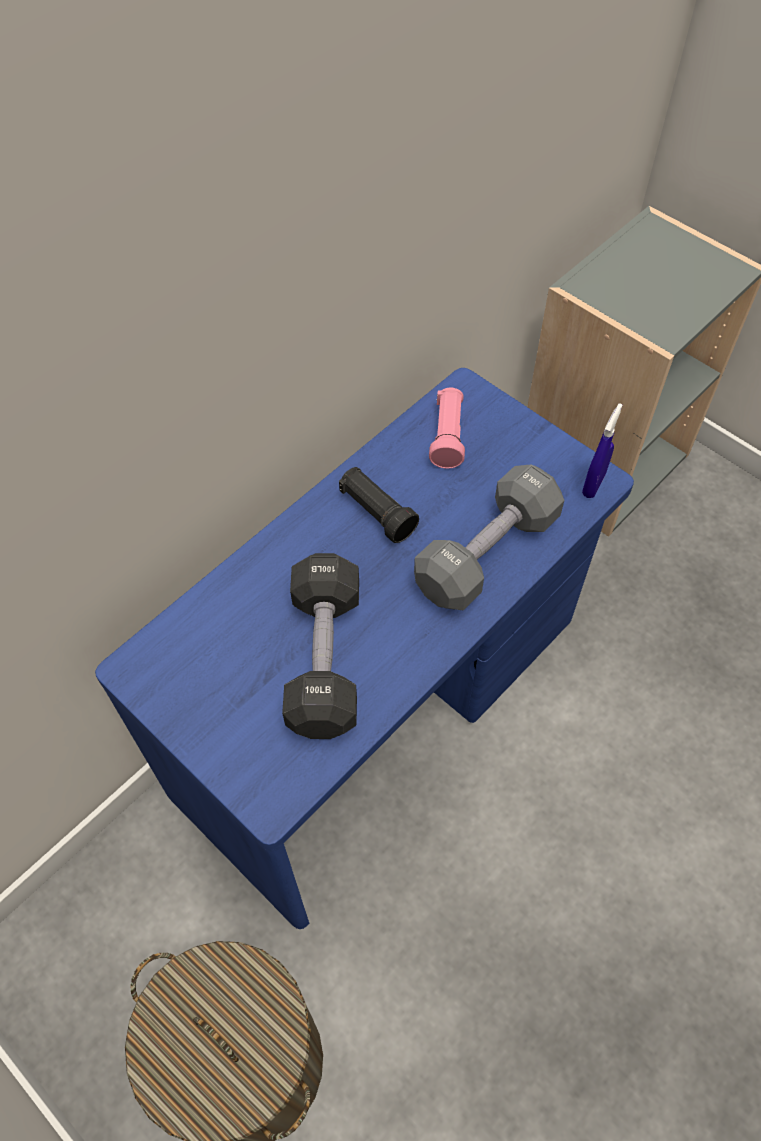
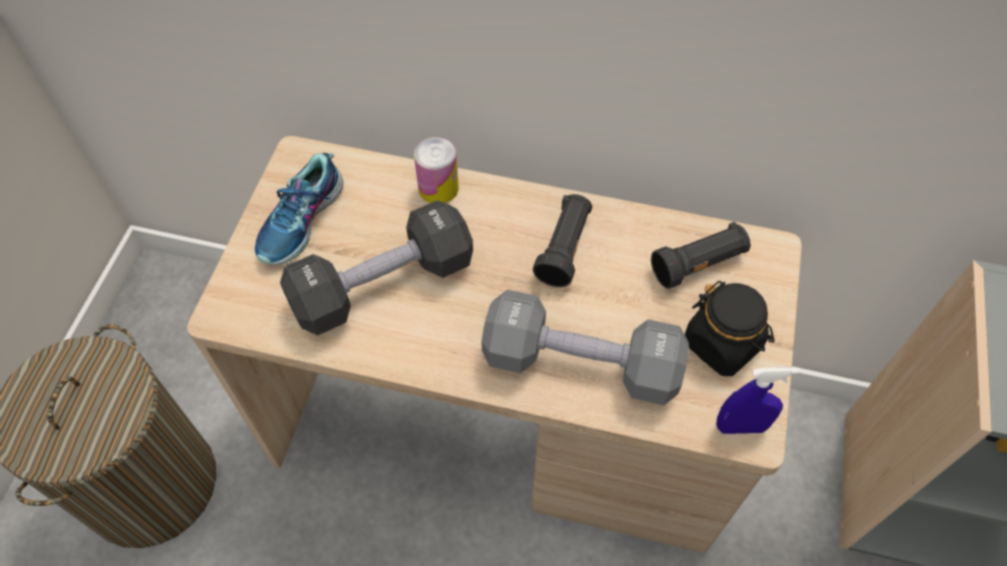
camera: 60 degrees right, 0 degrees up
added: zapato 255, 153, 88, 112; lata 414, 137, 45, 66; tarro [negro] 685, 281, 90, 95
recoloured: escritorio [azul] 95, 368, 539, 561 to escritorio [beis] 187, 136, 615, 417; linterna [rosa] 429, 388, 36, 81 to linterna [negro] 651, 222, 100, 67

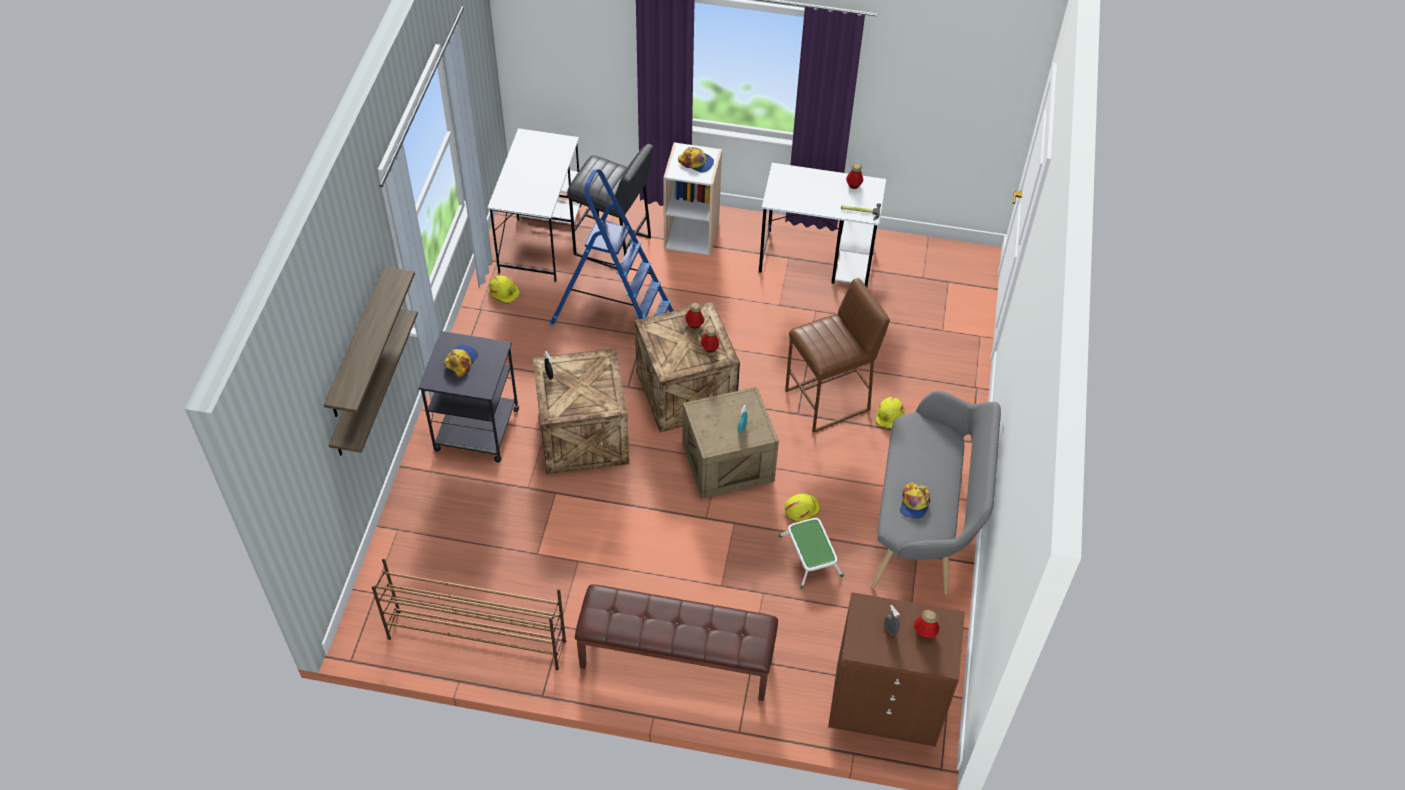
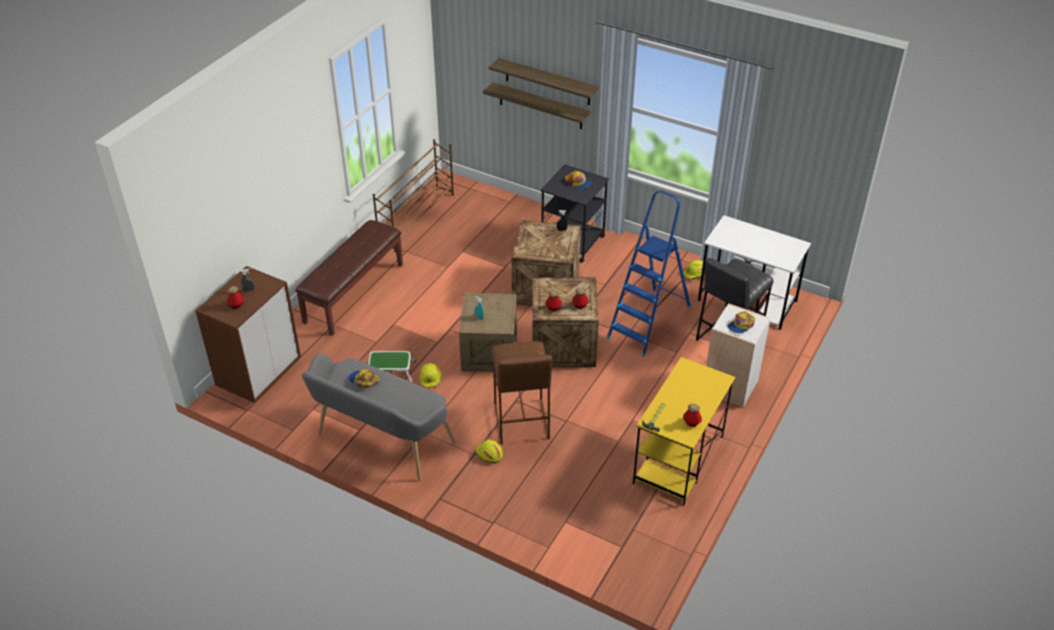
camera: 110 degrees right, 10 degrees down
recoloured: escritorio [blanco] 759, 163, 127, 124 to escritorio [amarillo] 633, 357, 102, 148

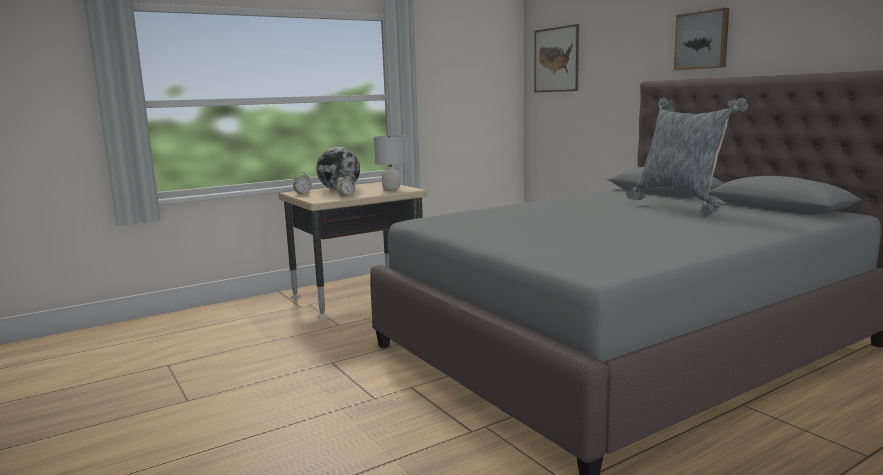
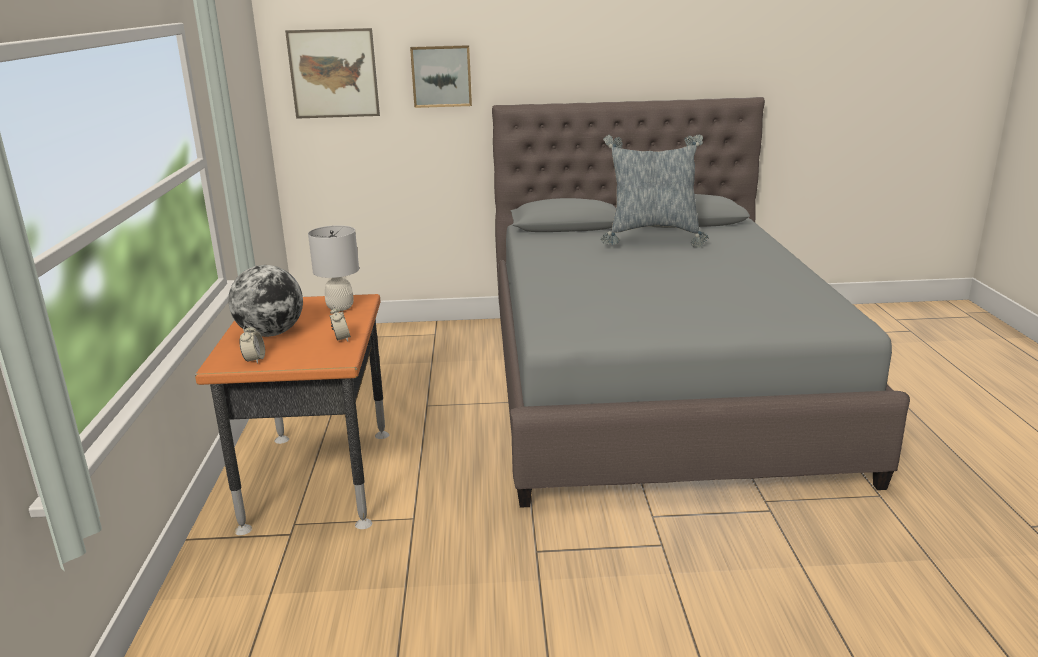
camera: 60 degrees left, 10 degrees up
moved: cuadro 674, 8, 55, 62 to 410, 45, 62, 63
recoloured: escritorio [beis] 278, 182, 149, 137 to escritorio [naranja] 195, 294, 194, 241

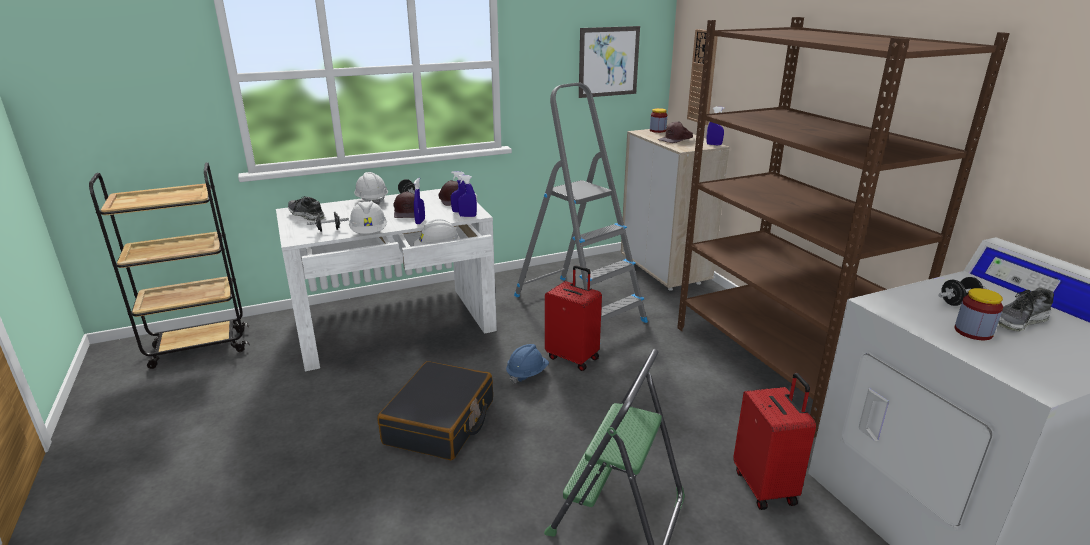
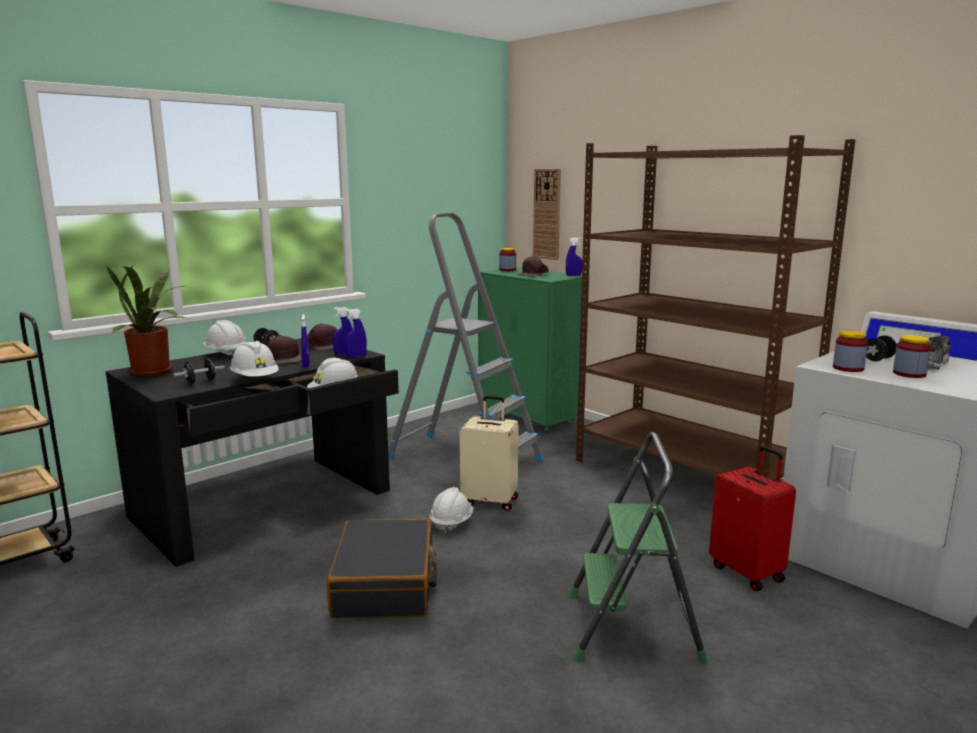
camera: 20 degrees left, 10 degrees down
removed: cuadro 579, 26, 61, 72
added: tarro 833, 330, 35, 42
replaced: zapato 288, 196, 37, 25 to planta en maceta 106, 264, 81, 113
recoloured: escritorio [blanco] 276, 189, 221, 183 to escritorio [negro] 105, 338, 294, 229; casco [azul] 506, 344, 43, 39 to casco [blanco] 430, 487, 44, 47; maleta [rojo] 545, 265, 57, 106 to maleta [beis] 460, 396, 58, 115; armario [beis] 621, 129, 109, 162 to armario [verde] 478, 267, 111, 164

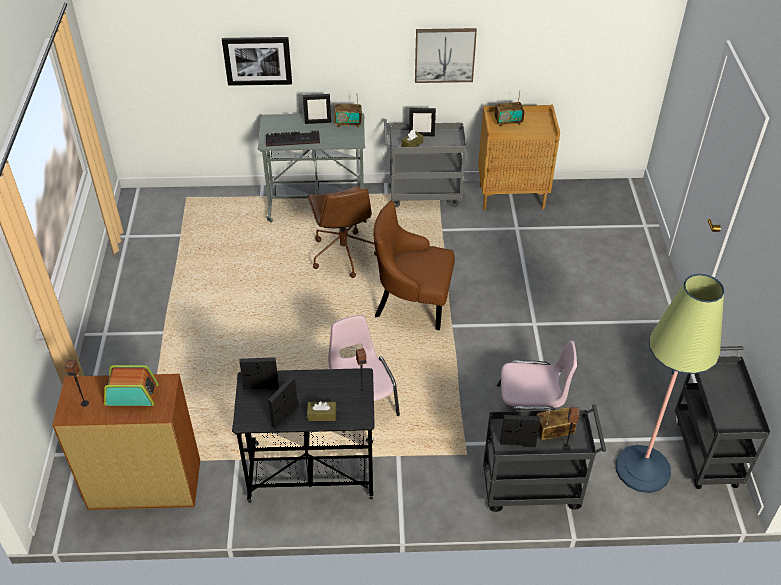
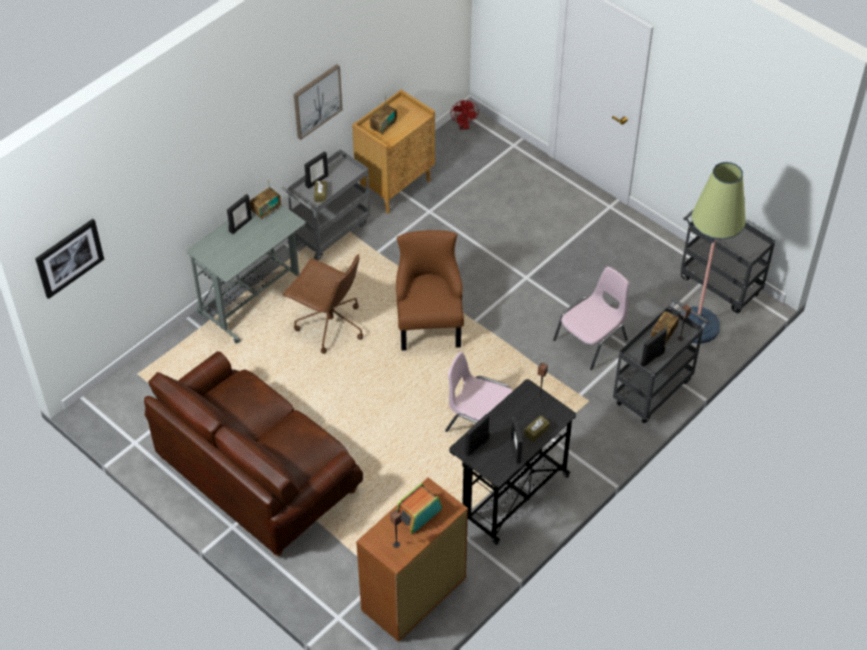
camera: 45 degrees left, 5 degrees up
removed: teclado 266, 131, 54, 16
added: sofá [marrón] 144, 351, 219, 205; ventilador [rojo] 451, 100, 28, 30
moved: cuadro 222, 37, 70, 49 to 35, 219, 69, 80
turned: silla [marrón] 373, 201, 82, 129 = 396, 230, 68, 121 120 degrees clockwise

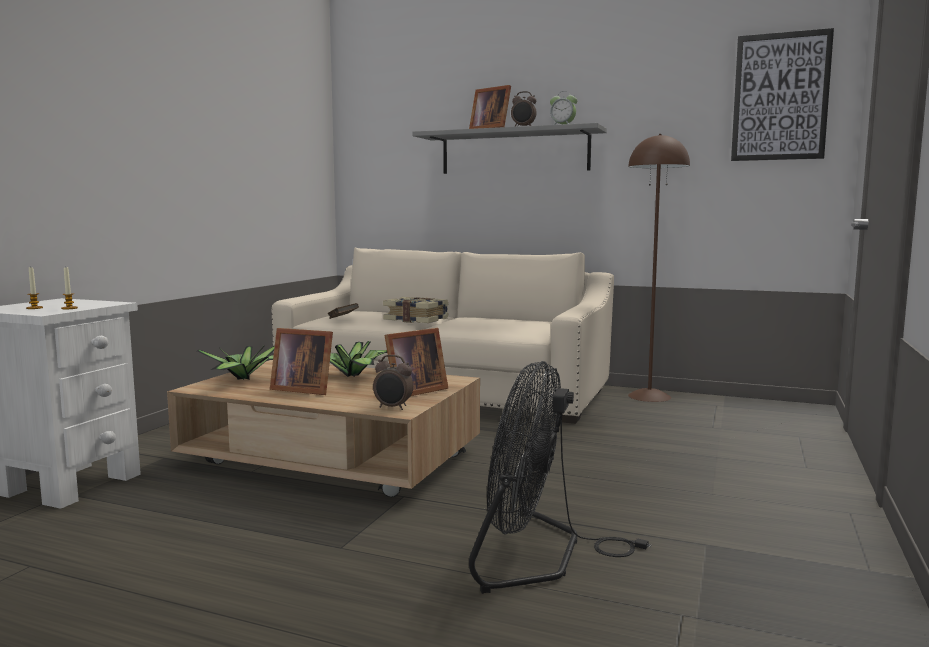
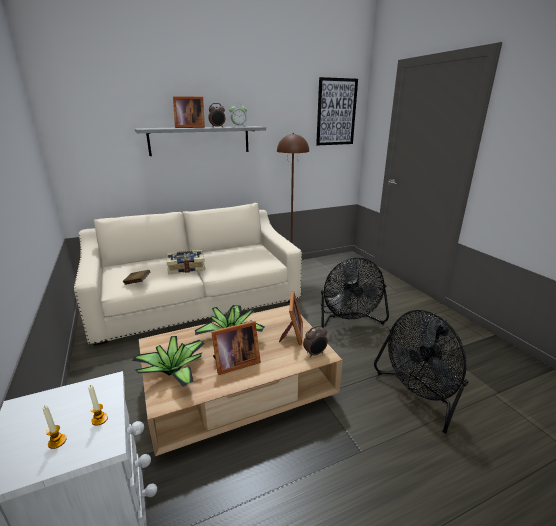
camera: 45 degrees left, 15 degrees up
added: ventilador [negro] 321, 257, 68, 71

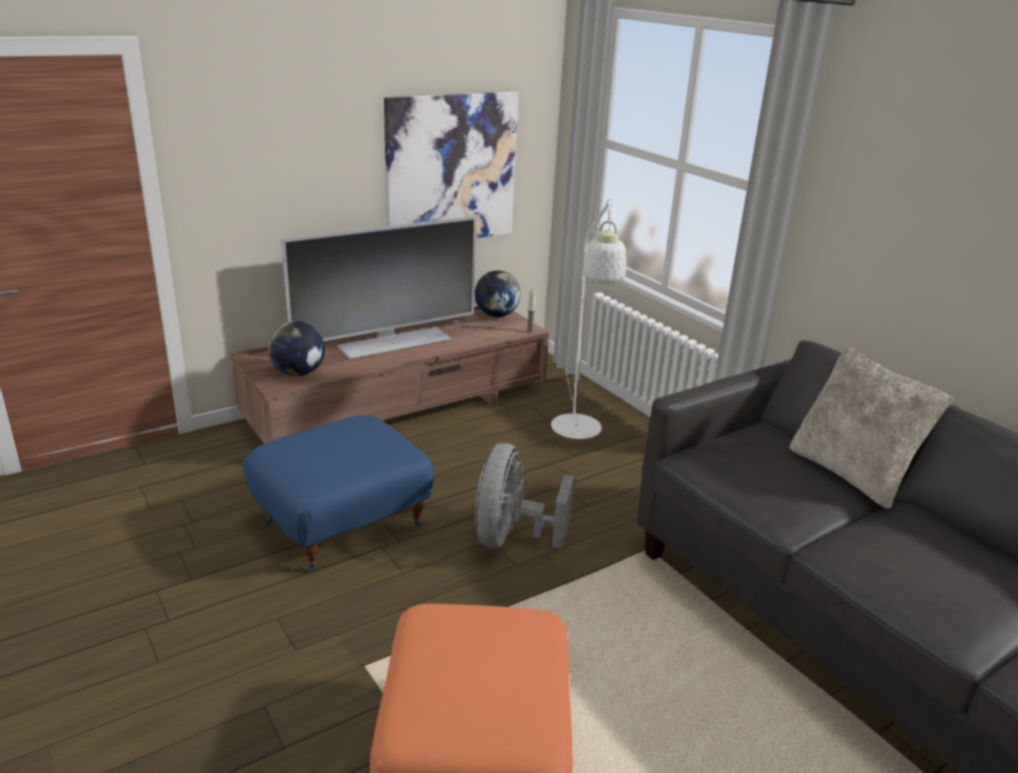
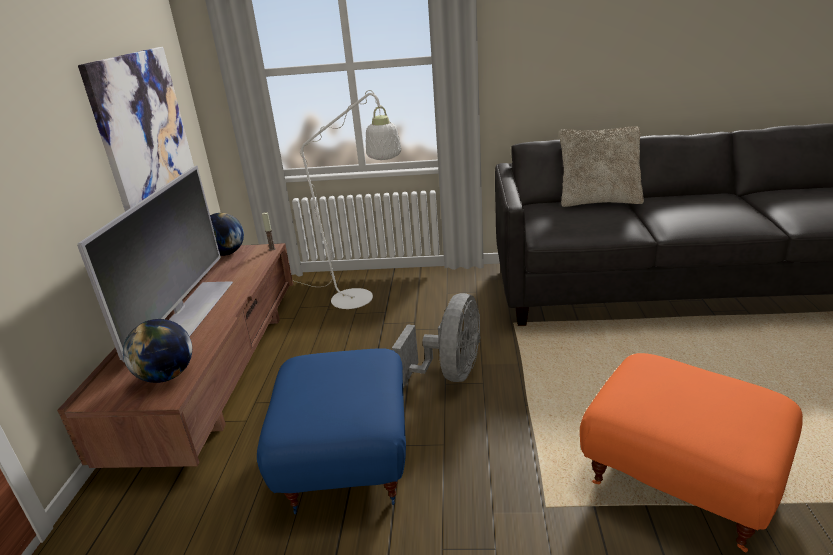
camera: 50 degrees left, 0 degrees up
turned: ventilador [gris] 475, 443, 99, 106 = 392, 293, 88, 94 120 degrees counterclockwise

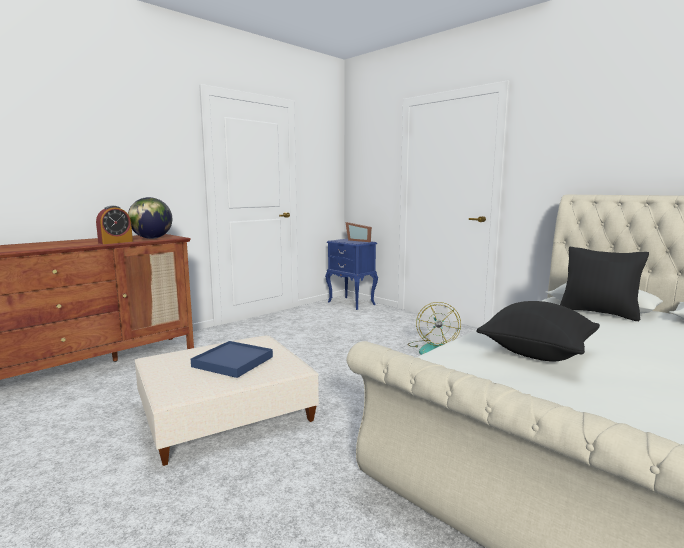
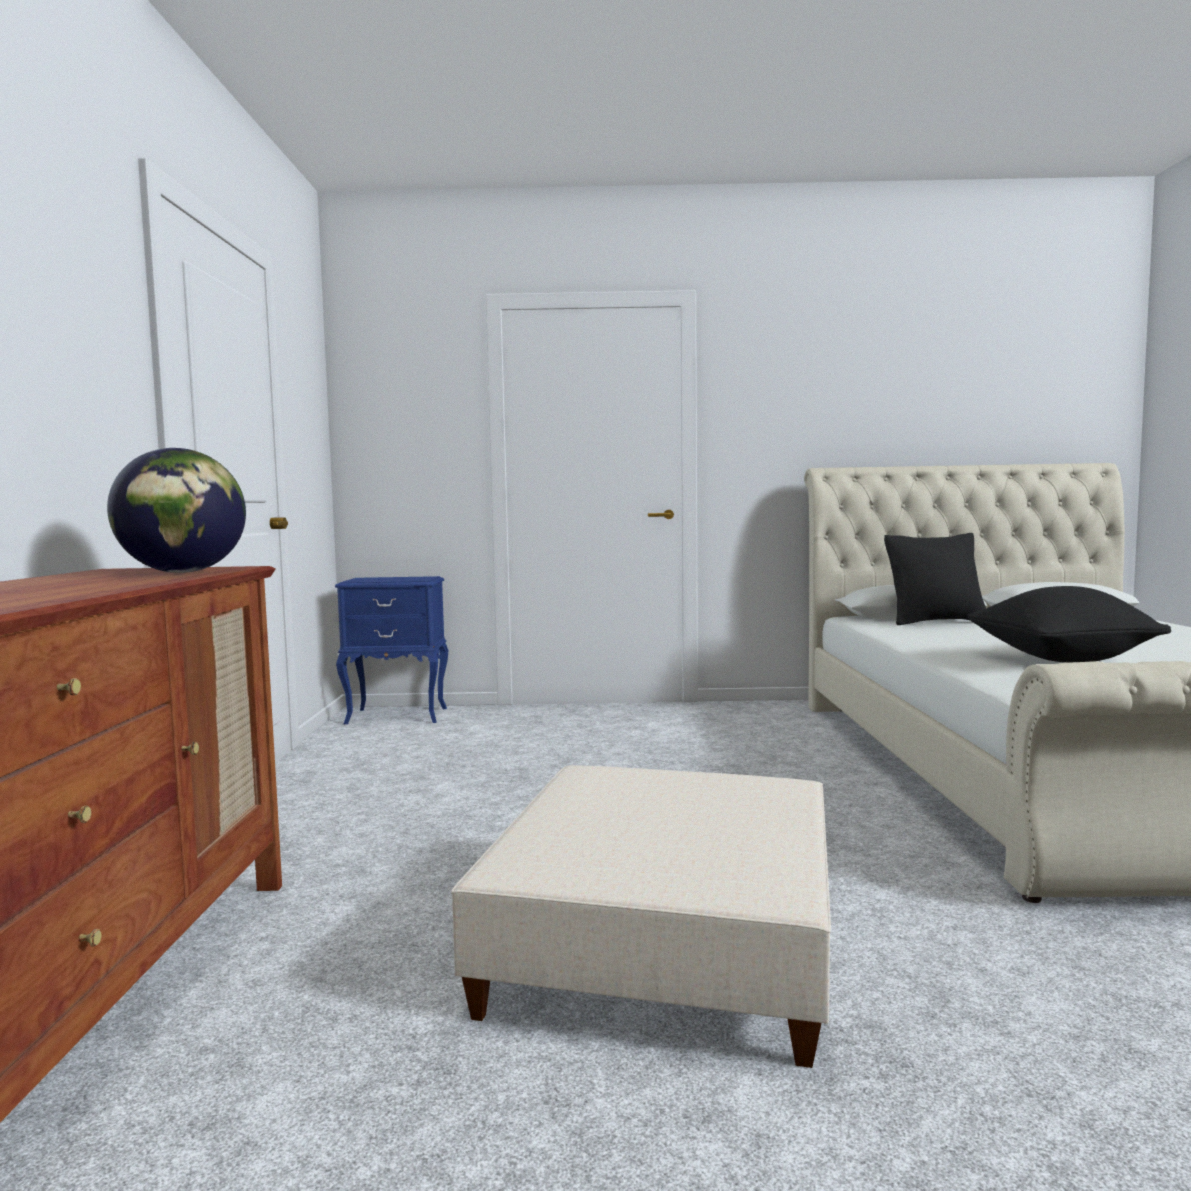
camera: 45 degrees left, 5 degrees down
removed: despertador 96, 206, 37, 38; bandeja [azul] 191, 341, 82, 37; portarretratos 345, 222, 27, 20; ventilador 407, 302, 54, 53

